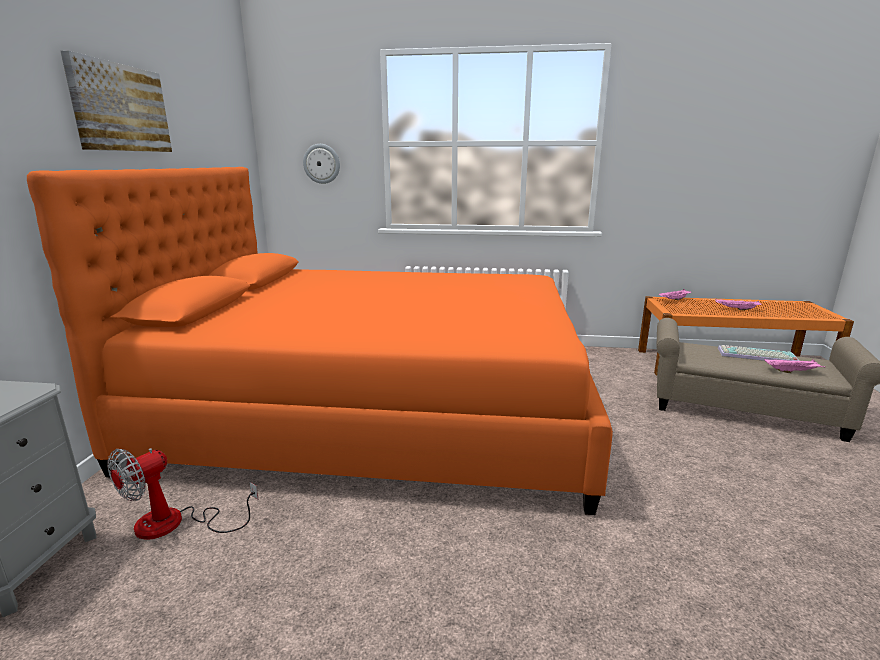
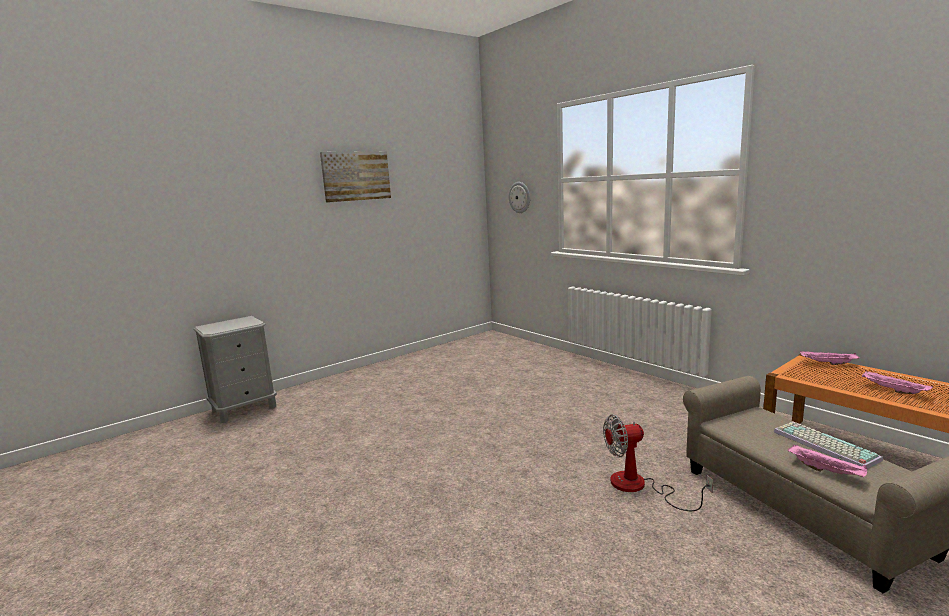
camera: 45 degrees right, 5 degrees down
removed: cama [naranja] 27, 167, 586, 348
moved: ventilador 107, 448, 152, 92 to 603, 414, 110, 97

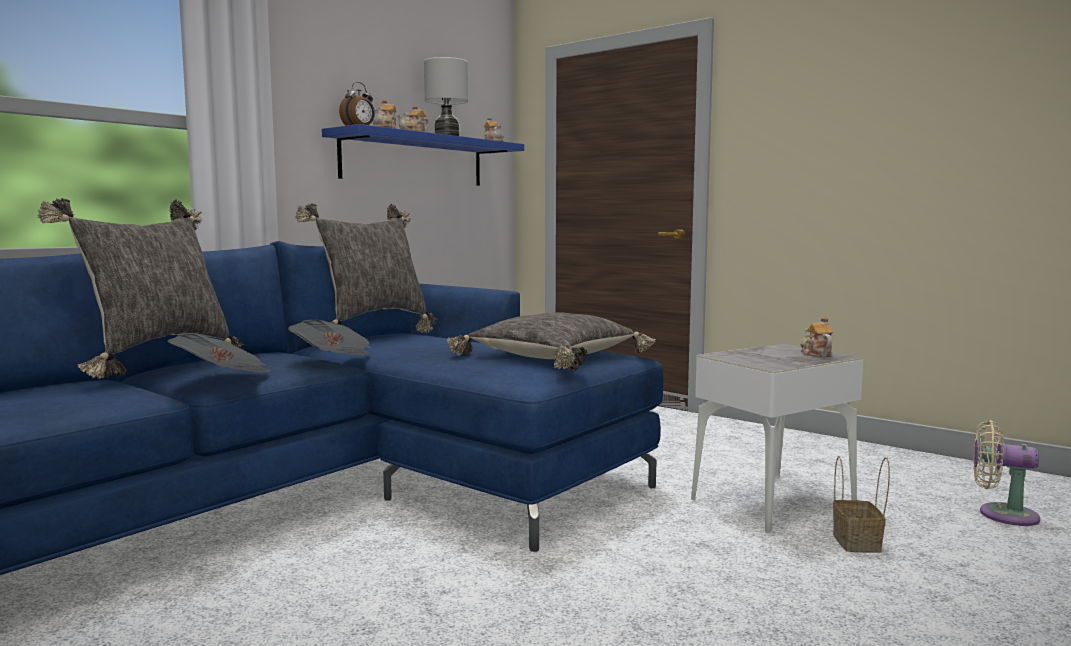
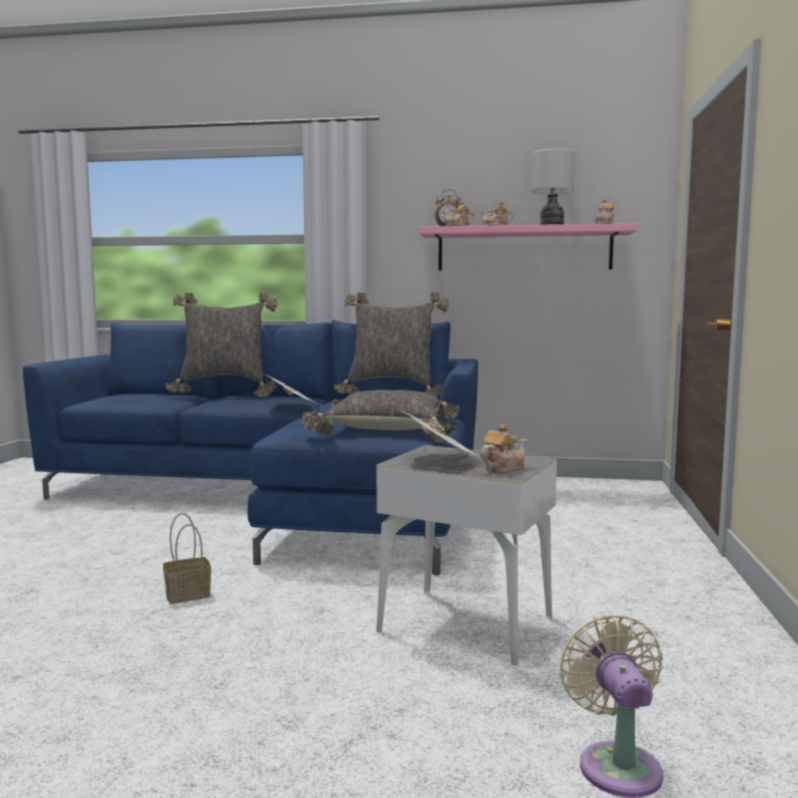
camera: 60 degrees right, 0 degrees up
moved: cesta 833, 456, 57, 97 to 163, 513, 48, 91; periódico 167, 333, 104, 39 to 394, 408, 86, 49
recoloured: estante [azul] 322, 124, 202, 62 to estante [rosa] 418, 223, 219, 47

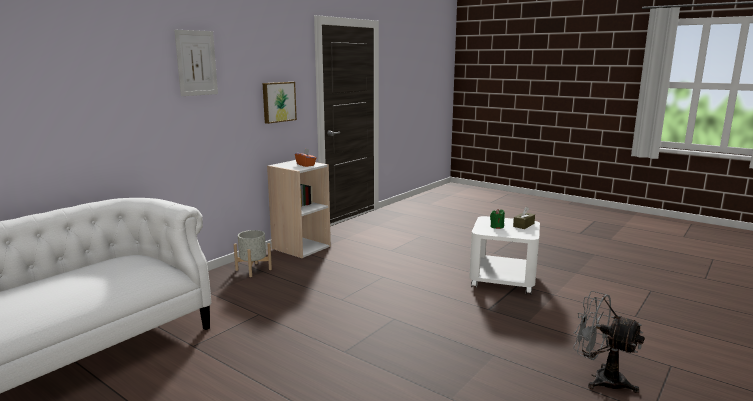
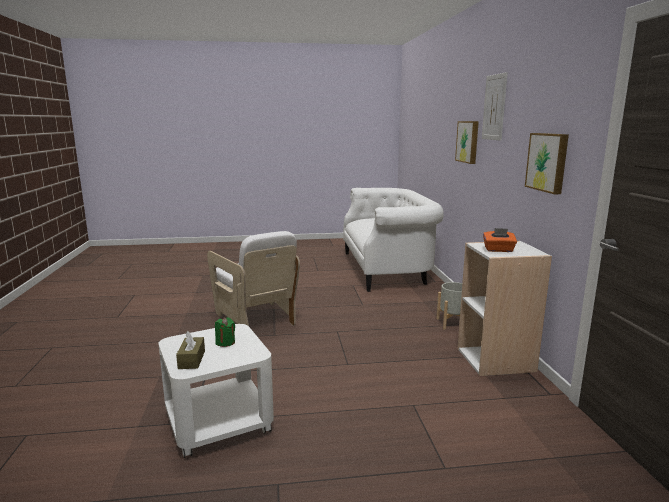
camera: 135 degrees right, 0 degrees up
removed: ventilador [gris] 573, 291, 71, 102
added: sillón [blanco] 207, 231, 93, 95; cuadro 455, 121, 24, 43

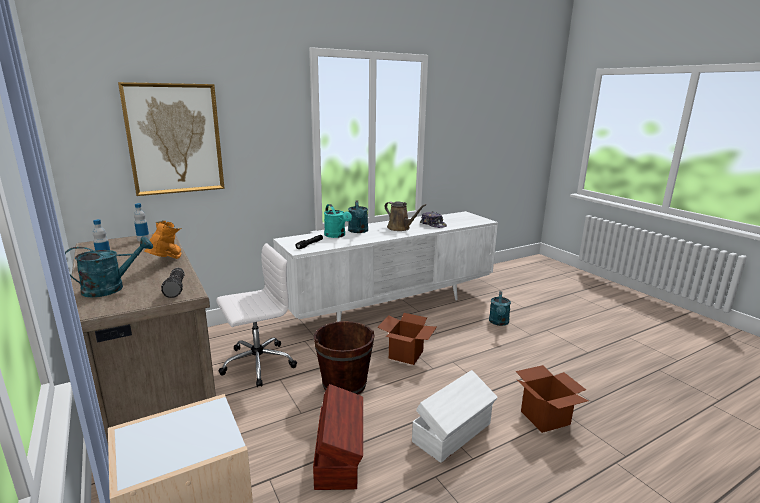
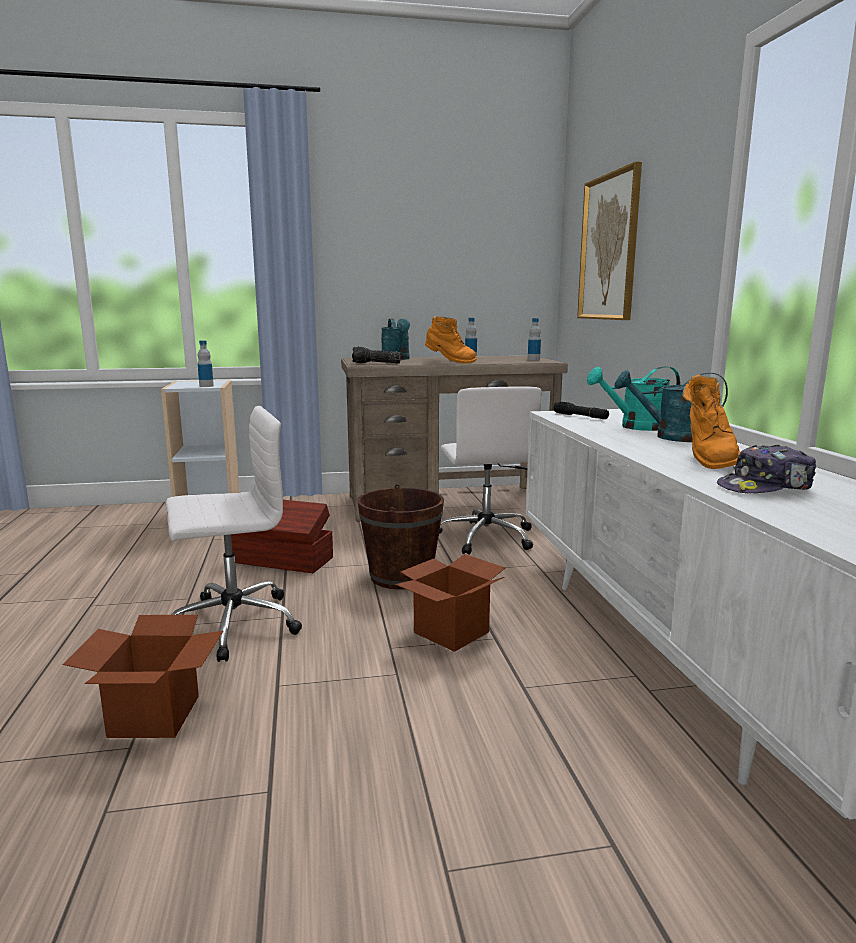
camera: 110 degrees right, 5 degrees down
removed: regadera [turquesa] 489, 291, 22, 35
added: botella 197, 340, 17, 47
replaced: caja de almacenaje [blanco] 412, 370, 86, 93 to silla de oficina [blanco] 166, 406, 136, 256; regadera [marrón] 385, 201, 41, 30 to bota [naranja] 683, 375, 57, 94

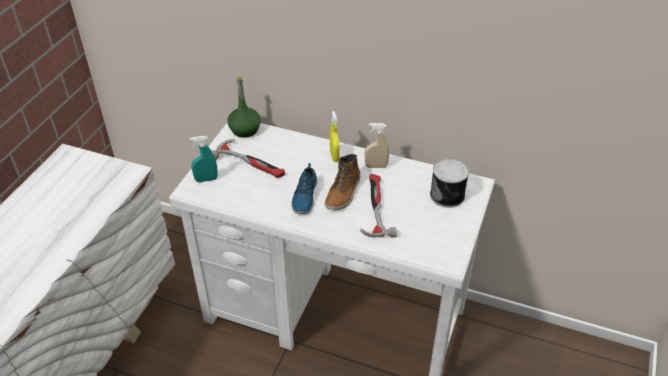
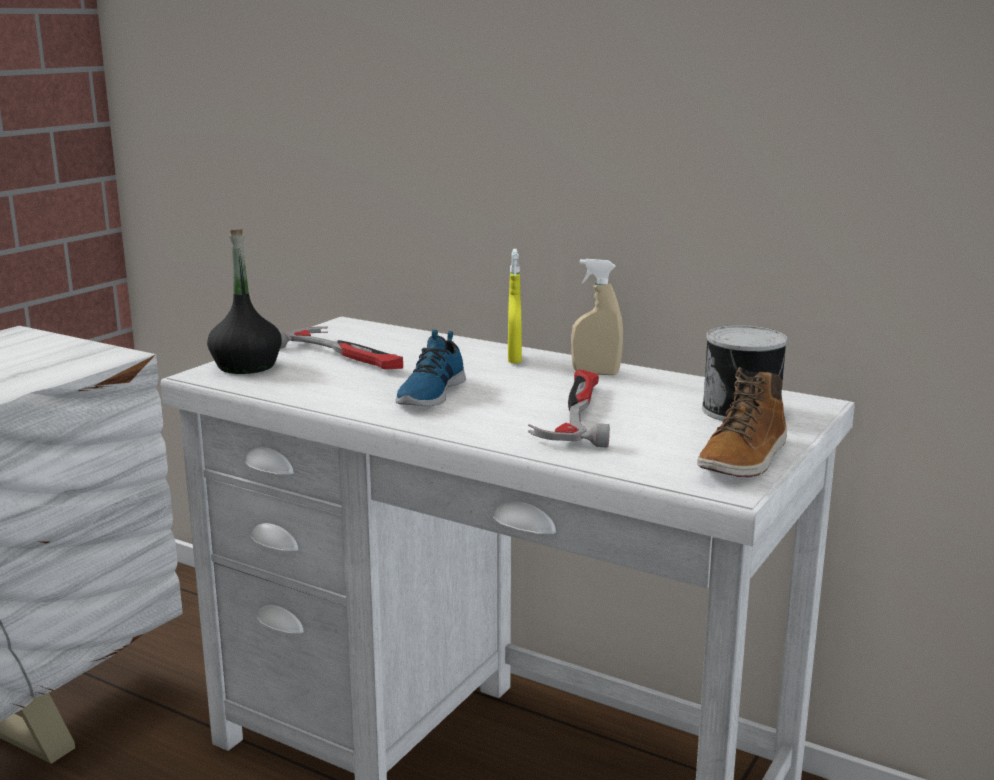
camera: 10 degrees right, 25 degrees down
removed: botella [verde] 227, 76, 34, 62
moved: bota 325, 154, 36, 56 to 697, 367, 90, 111
replaced: pulverizador [turquesa] 190, 136, 28, 46 to botella [negro] 207, 229, 75, 145

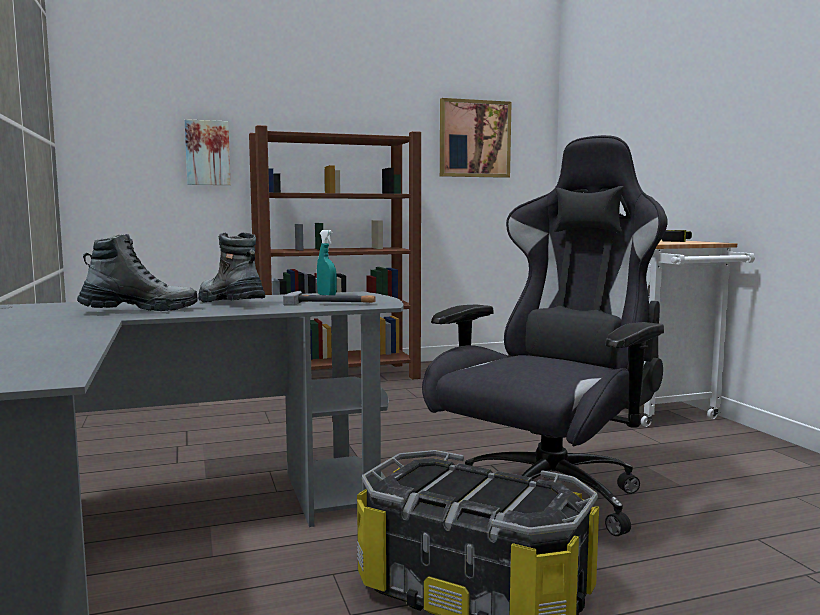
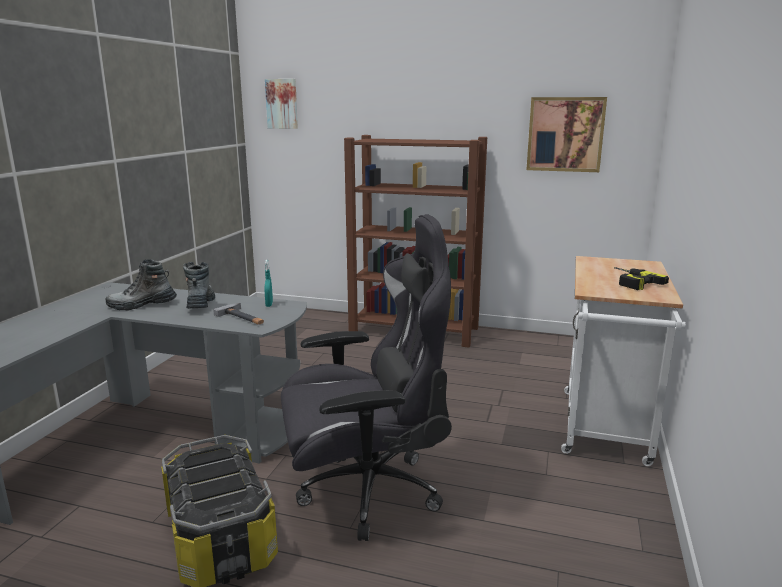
camera: 35 degrees right, 10 degrees up
moved: cuadro 184, 119, 47, 66 to 265, 79, 33, 50
turned: bota 77, 234, 121, 77 = 105, 259, 72, 51 150 degrees clockwise

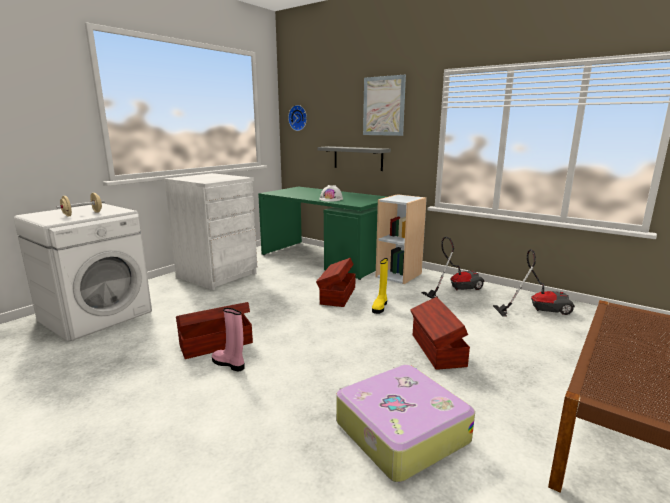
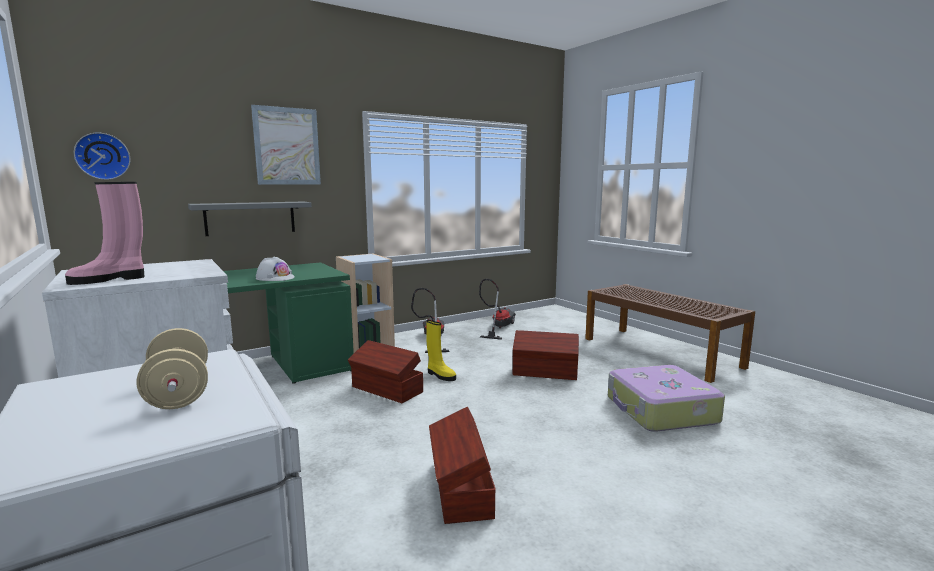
camera: 70 degrees left, 5 degrees down
moved: bota [rosa] 212, 308, 32, 64 to 65, 182, 79, 103

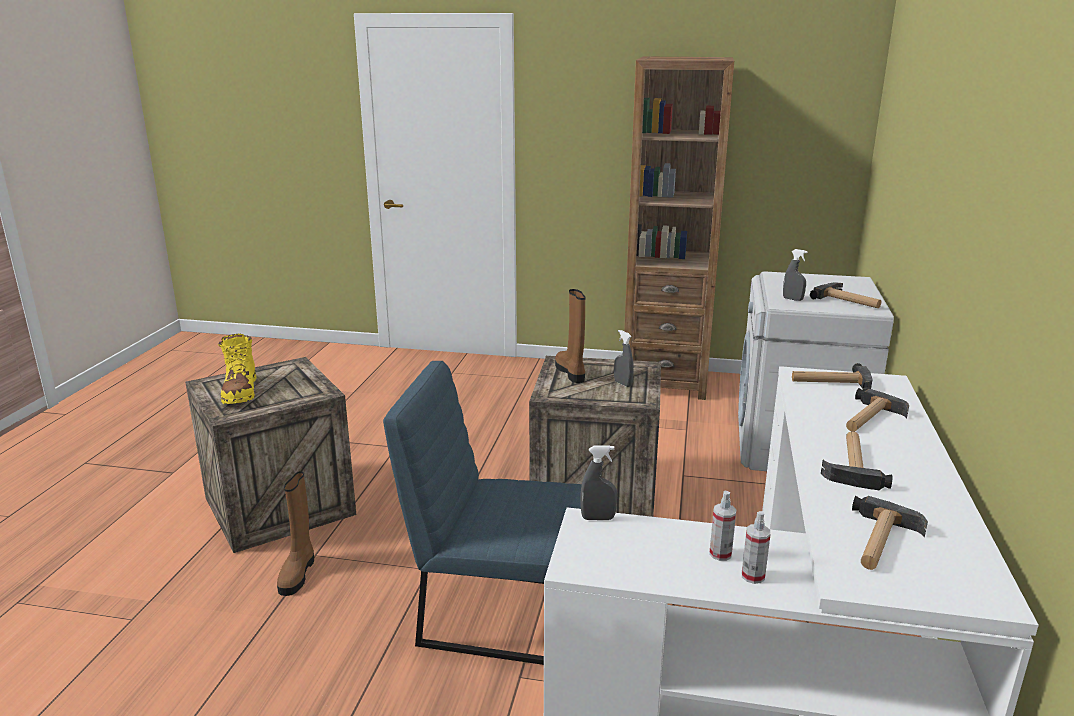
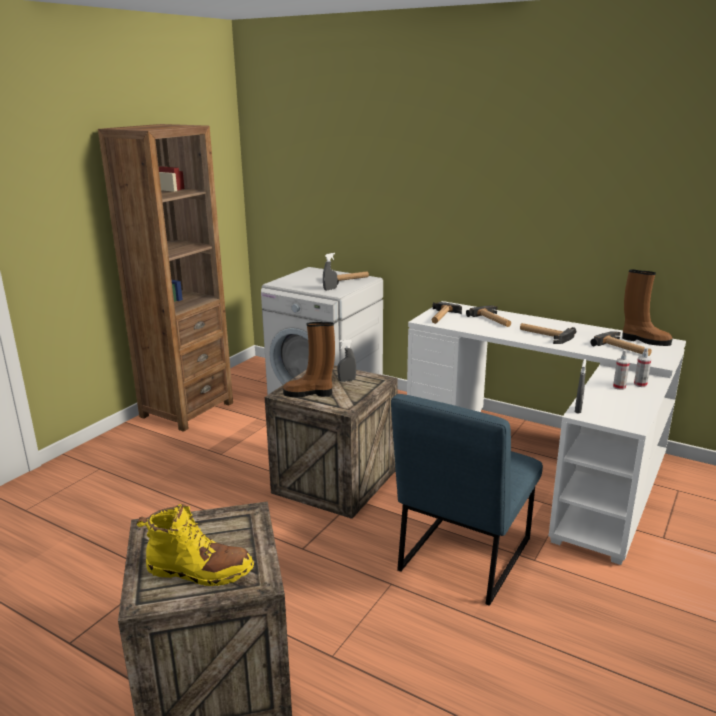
camera: 70 degrees left, 0 degrees up
moved: bota [marrón] 277, 471, 37, 125 to 622, 269, 51, 77

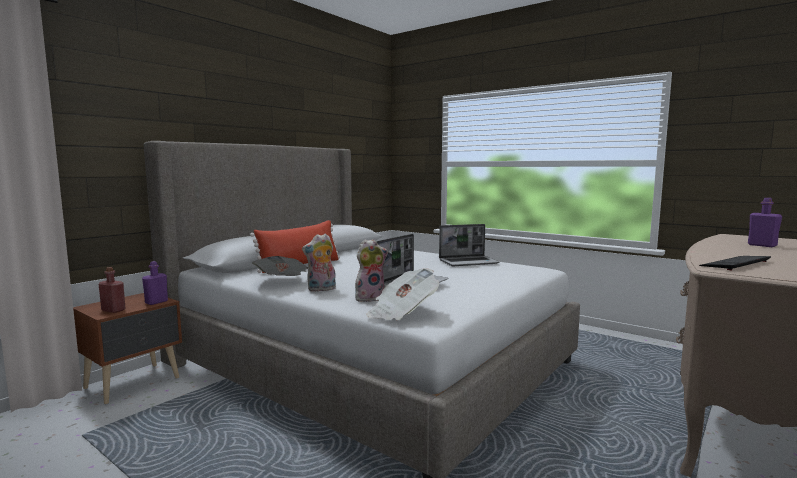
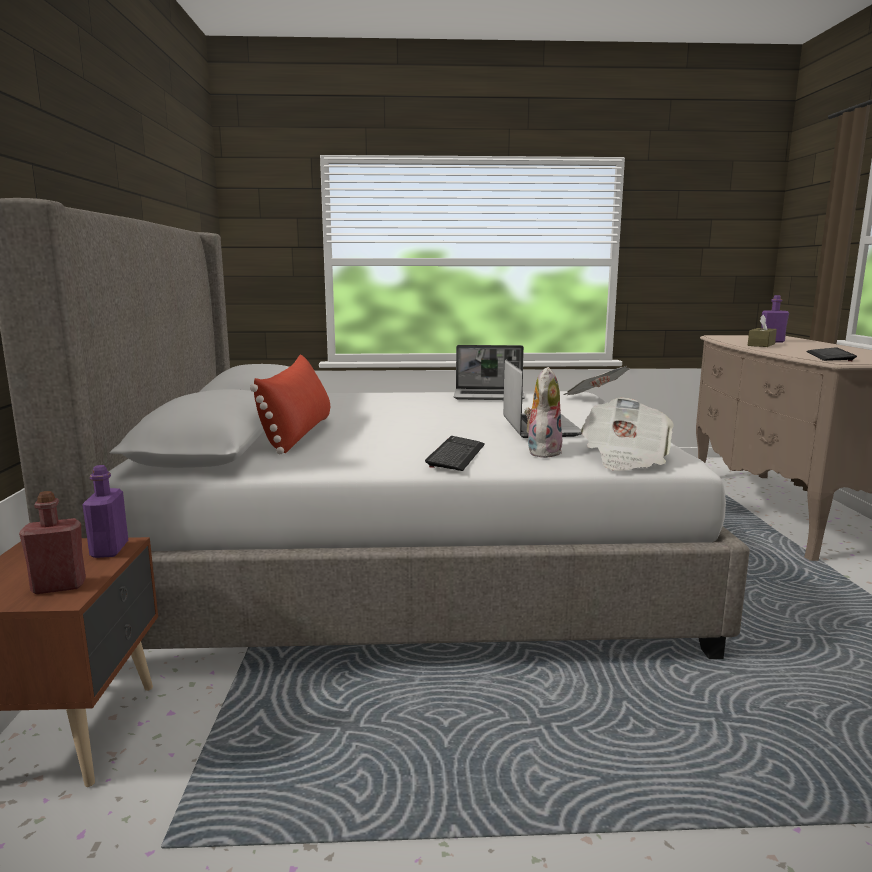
camera: 40 degrees left, 5 degrees up
added: caja de pañuelos [marrón] 748, 315, 29, 32
moved: periódico 252, 256, 56, 20 to 563, 366, 67, 29
replaced: peluche 302, 234, 34, 58 to teclado 425, 436, 60, 35
turned: portátil 439, 224, 61, 42 = 454, 345, 71, 55 60 degrees clockwise

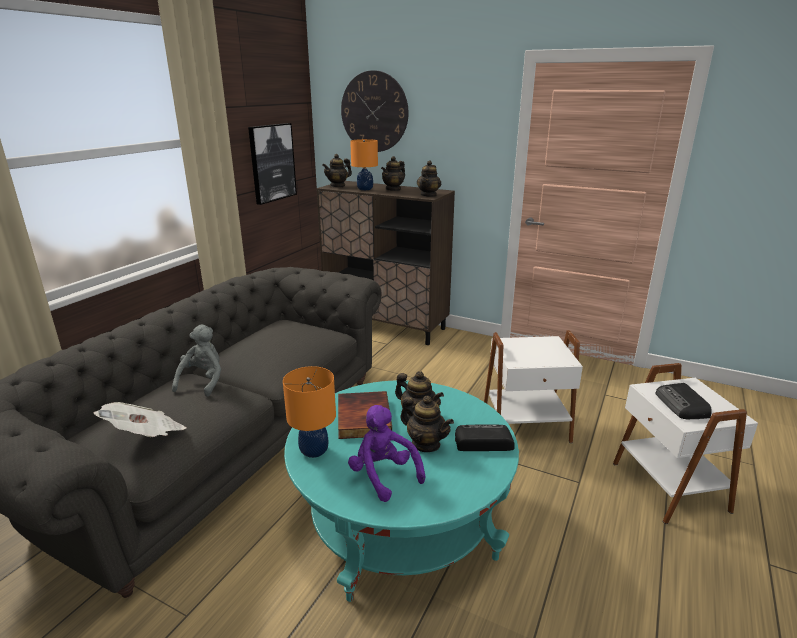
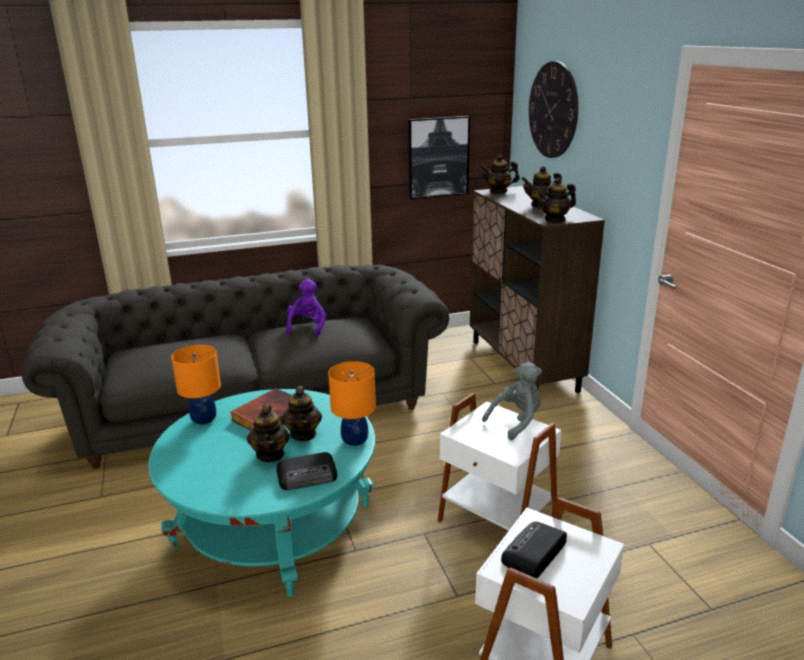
camera: 45 degrees right, 0 degrees up
removed: periódico 94, 402, 93, 35
moved: peluche [morado] 348, 405, 77, 97 to 286, 279, 40, 58; lámpara de mesa [naranja] 350, 139, 28, 51 to 328, 361, 48, 85; peluche [gris] 172, 325, 49, 72 to 482, 362, 60, 78
turned: radio 455, 424, 60, 27 = 276, 452, 61, 38 120 degrees clockwise

